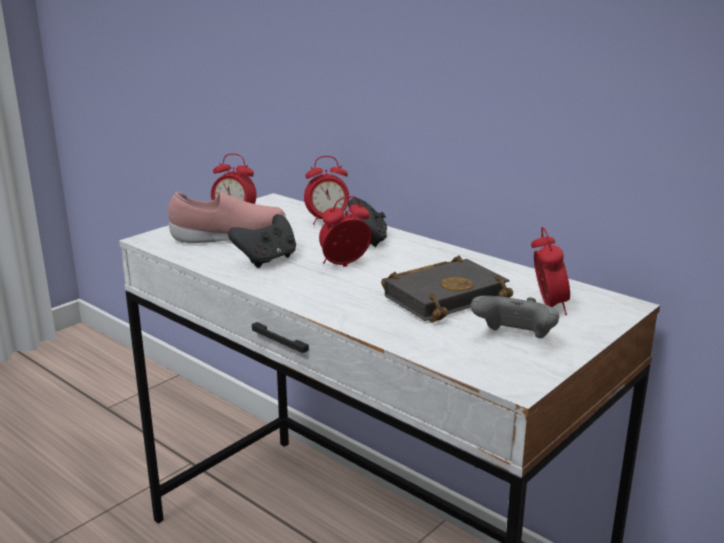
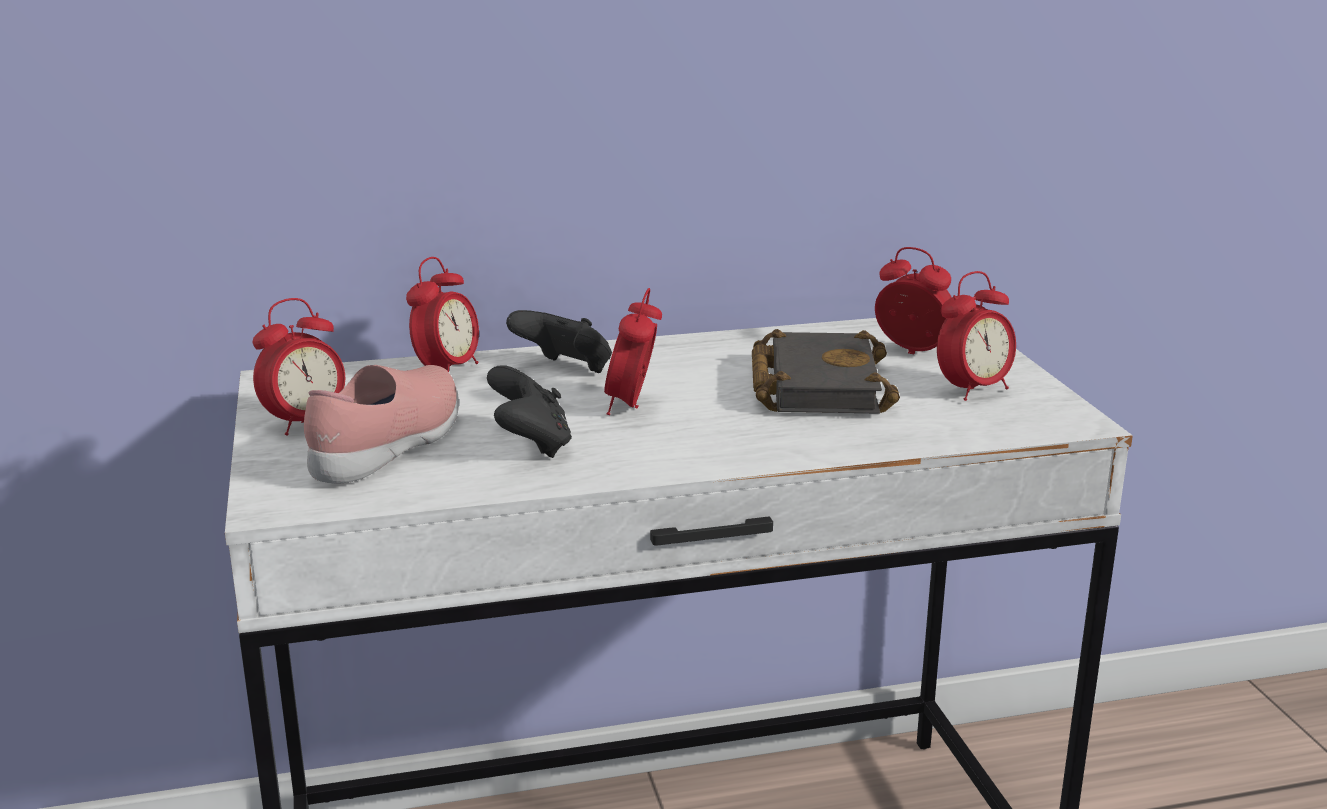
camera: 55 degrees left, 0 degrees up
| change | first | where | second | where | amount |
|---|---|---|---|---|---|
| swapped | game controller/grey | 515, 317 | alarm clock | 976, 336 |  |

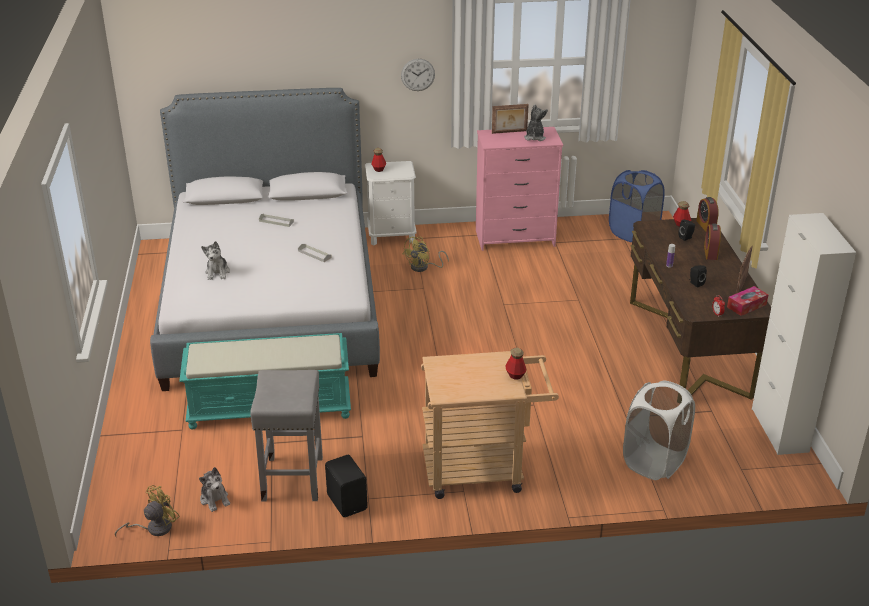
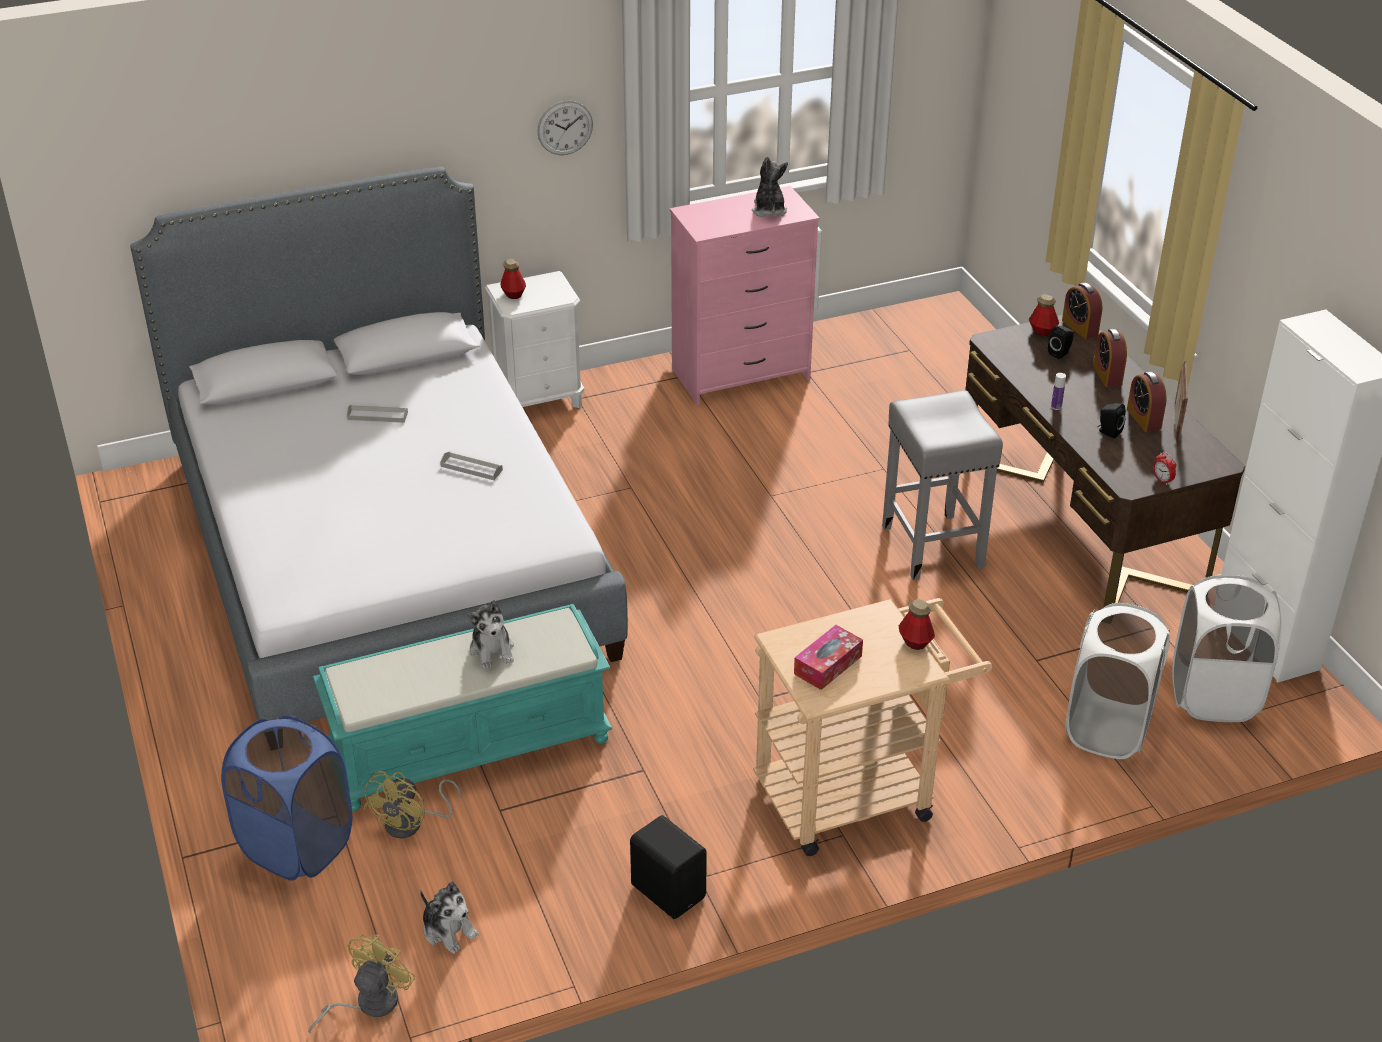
camera: 15 degrees left, 5 degrees up
| change | first | where | second | where | amount |
|---|---|---|---|---|---|
| shifted | plush toy | 215, 260 |  | 491, 634 |  |
| shifted | stool/grey | 286, 436 |  | 942, 485 |  |
| shifted | fan/yellow | 425, 254 |  | 412, 804 |  |
| gone | picture frame | 510, 119 |  |  |  |
| shifted | laundry basket/blue | 637, 206 |  | 286, 798 |  |
| shifted | tissue box | 748, 301 |  | 828, 657 |  |
| new |  |  | alarm clock | 1147, 401 |  |
| new |  |  | laundry basket/white | 1227, 648 |  |

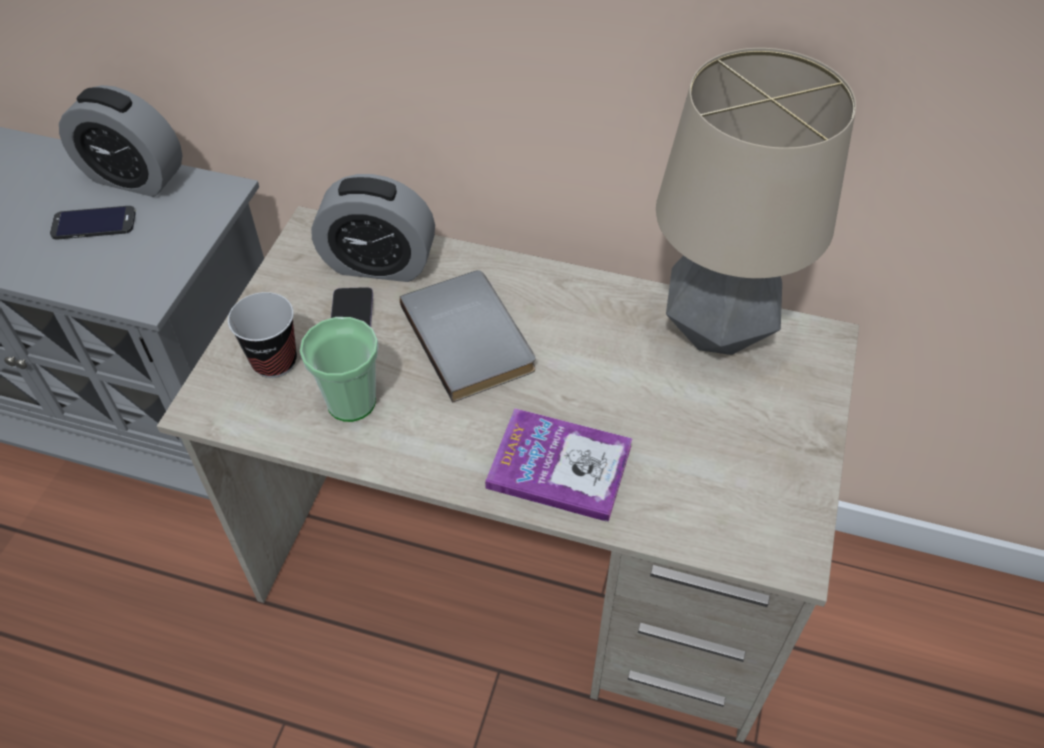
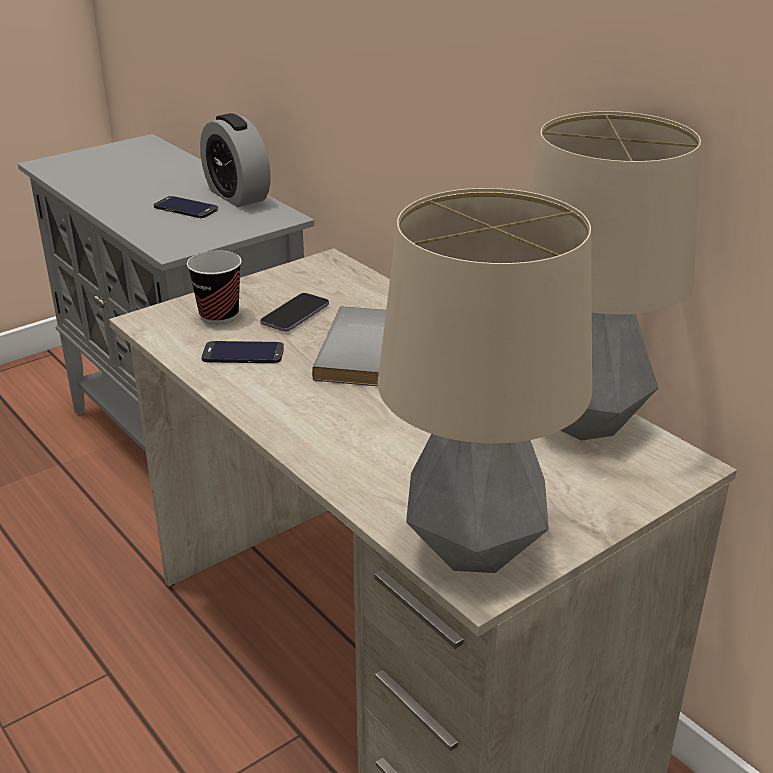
camera: 35 degrees right, 20 degrees down
| change | first | where | second | where | amount |
|---|---|---|---|---|---|
| swapped | cup | 339, 369 | phone | 242, 352 |  |
| gone | alarm clock | 373, 228 |  |  |  |
| gone | book | 559, 465 |  |  |  |
| new |  |  | table lamp | 485, 380 |  |

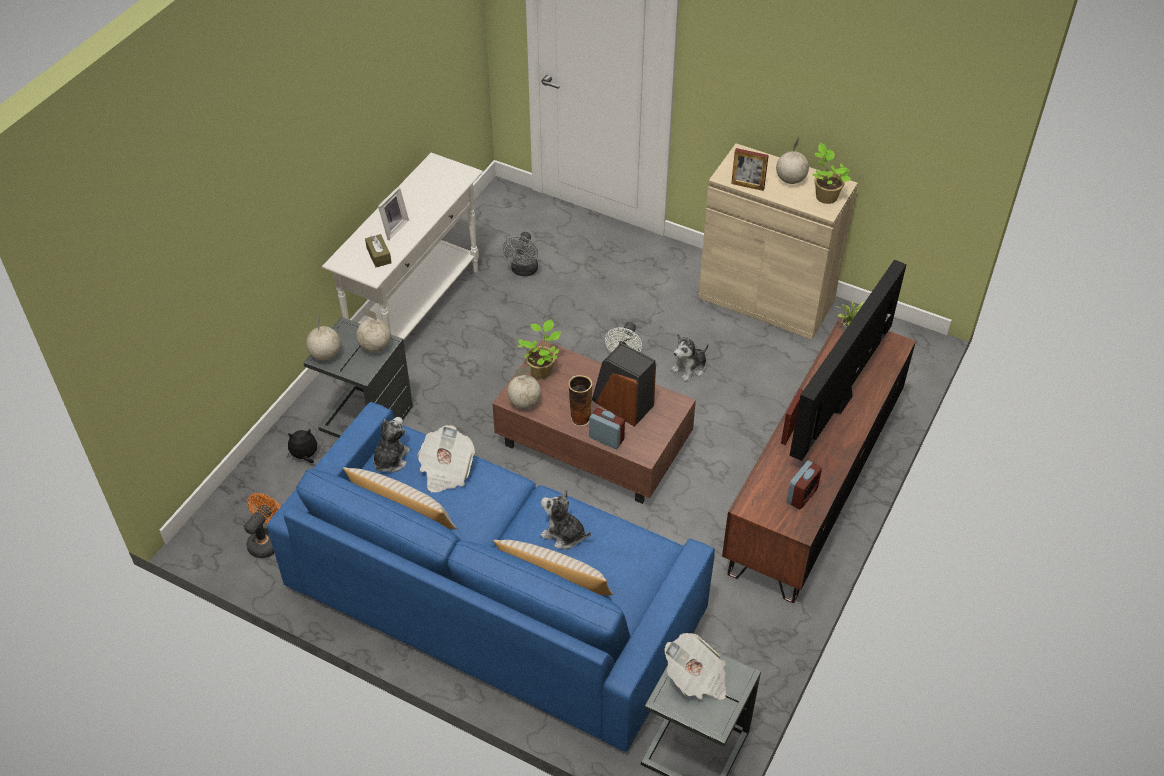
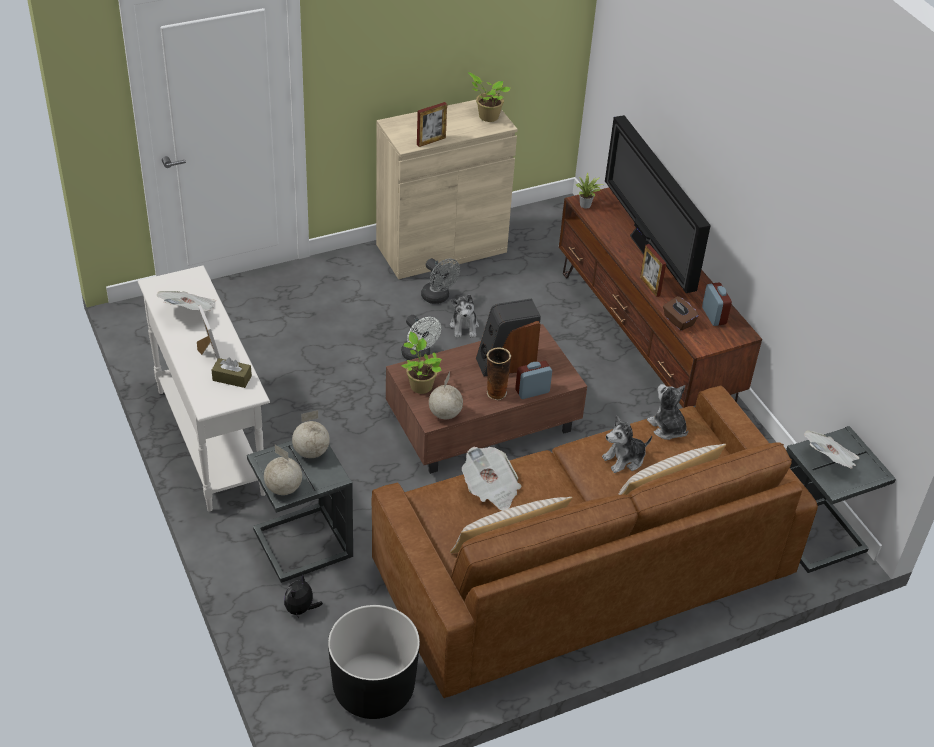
camera: 55 degrees left, 5 degrees down
| change | first | where | second | where | amount |
|---|---|---|---|---|---|
| swapped | fan/orange | 262, 525 | planter/black | 374, 662 |  |
| repainted | sofa/blue | 491, 577 | sofa/brown | 595, 542 |  |
| shifted | plush toy | 391, 444 |  | 667, 412 |  |
| shifted | fan/grey | 520, 254 |  | 440, 281 |  |
| gone | globe | 792, 160 |  |  |  |
| new |  |  | newspaper | 186, 301 |  |
| new |  |  | tissue box/brown | 681, 313 |  |

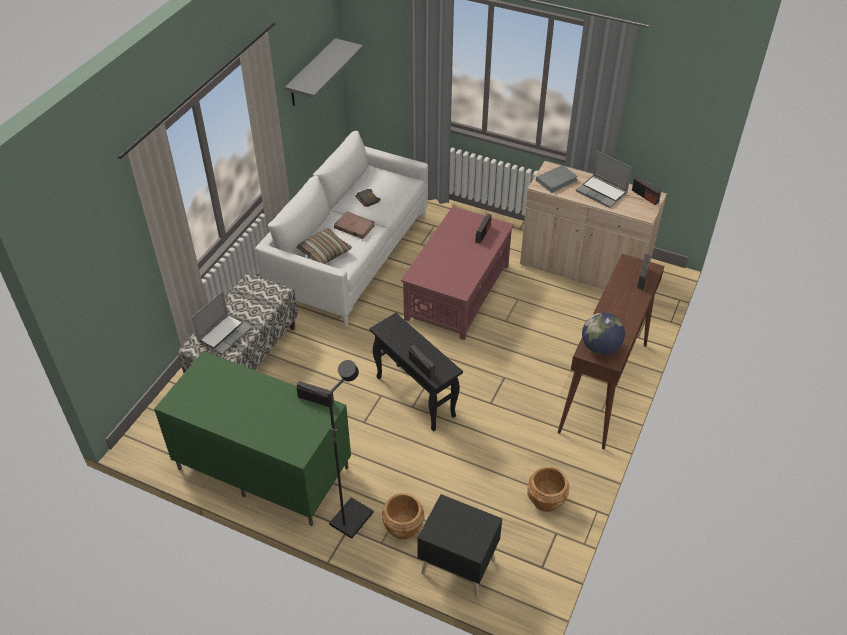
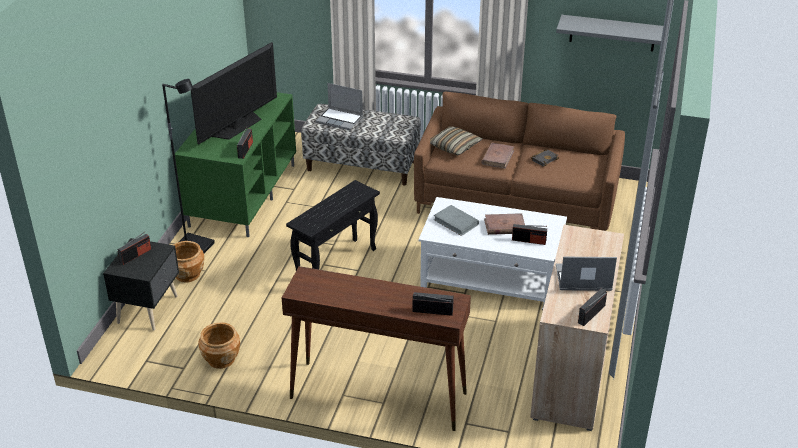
camera: 80 degrees right, 10 degrees down
| change | first | where | second | where | amount |
|---|---|---|---|---|---|
| repainted | sofa/white | 341, 228 | sofa/brown | 519, 161 |  |
| repainted | coffee table/red | 457, 273 | coffee table/white | 493, 252 |  |
| shifted | radio | 422, 362 |  | 134, 248 |  |
| shifted | book/grey | 557, 179 |  | 456, 220 |  |
| rotated | laptop | 604, 179 |  | 586, 274 | 60 degrees clockwise |
| gone | globe | 603, 334 |  |  |  |
| new |  |  | television | 234, 93 |  |
| new |  |  | book/brown | 504, 224 |  |

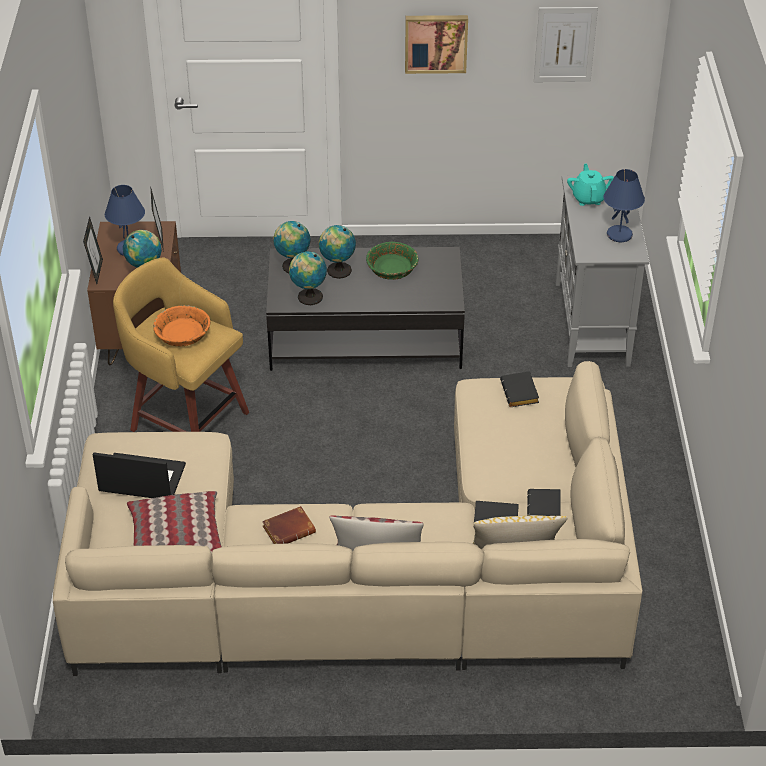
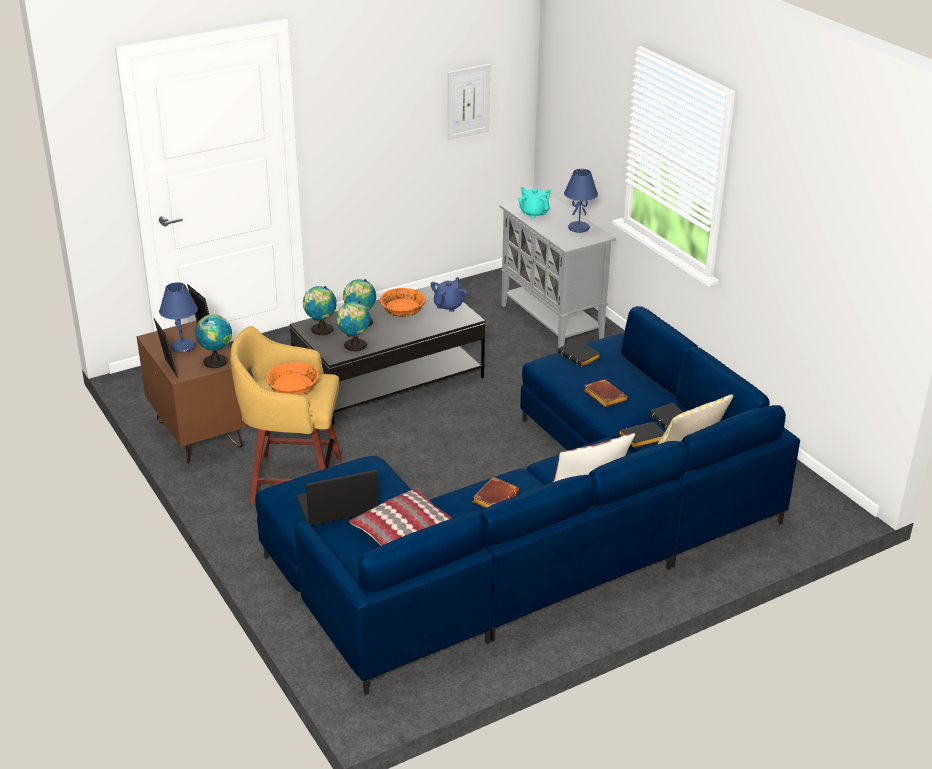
camera: 30 degrees left, 10 degrees down
| change | first | where | second | where | amount |
|---|---|---|---|---|---|
| repainted | sofa/beige | 347, 518 | sofa/blue | 527, 500 |  |
| repainted | bowl/green | 392, 260 | bowl/orange | 403, 302 |  |
| gone | picture | 436, 44 |  |  |  |
| new |  |  | teapot/blue | 449, 294 |  |
| new |  |  | book/brown | 605, 393 |  |

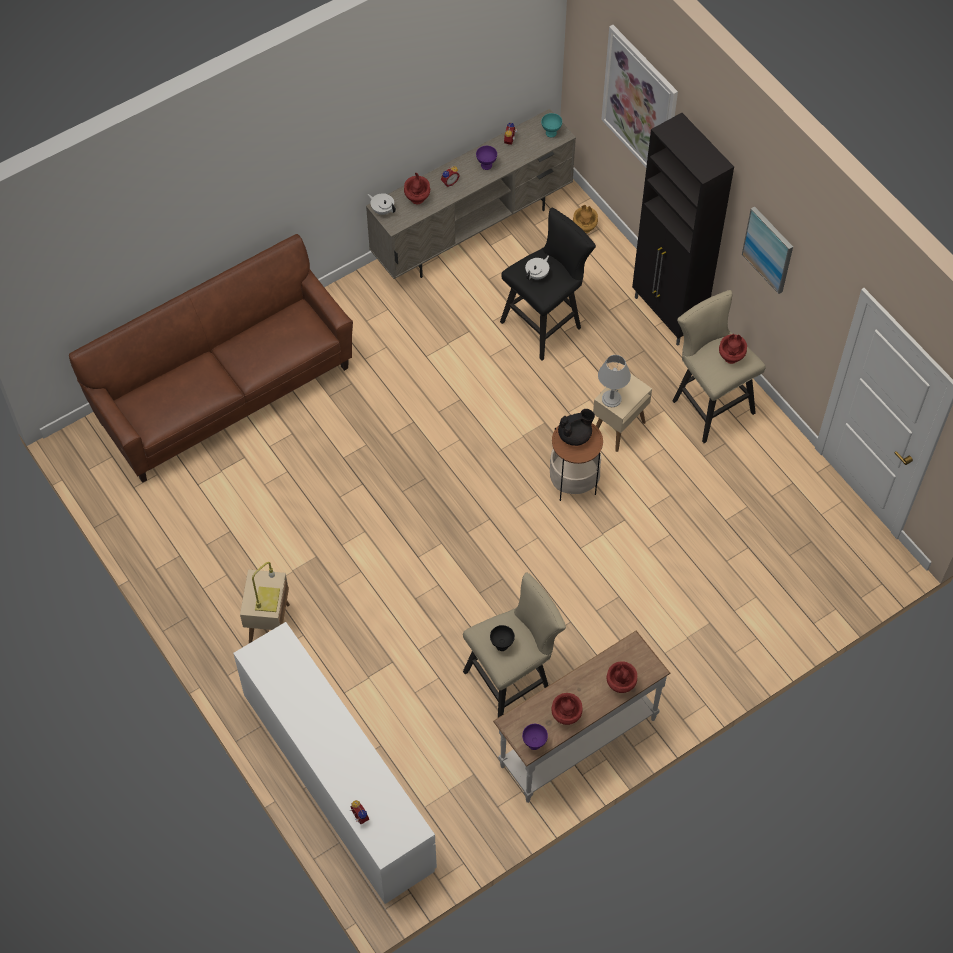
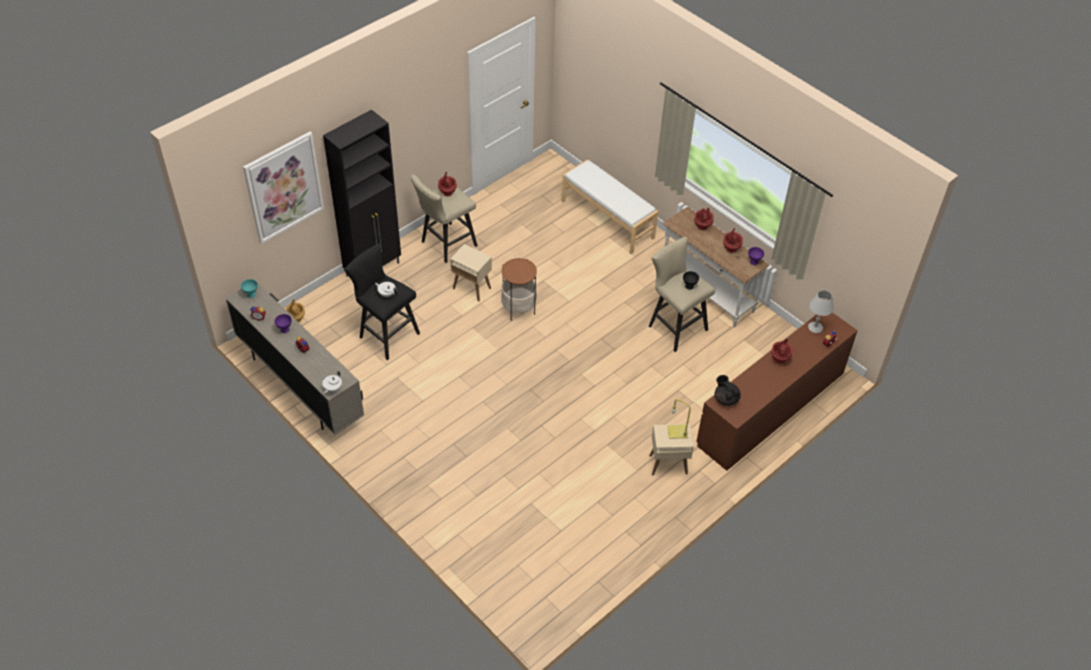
camera: 100 degrees left, 10 degrees down
| change | first | where | second | where | amount |
|---|---|---|---|---|---|
| gone | sofa/brown | 211, 358 |  |  |  |
| repainted | dresser/white | 335, 763 | dresser/brown | 777, 392 |  |
| shifted | vase/red | 417, 188 |  | 782, 351 |  |
| shifted | teapot/black | 576, 427 |  | 728, 390 |  |
| shifted | table lamp/grey | 614, 381 |  | 821, 311 |  |
| gone | picture | 767, 250 |  |  |  |
| new |  |  | bench/white | 610, 207 |  |

